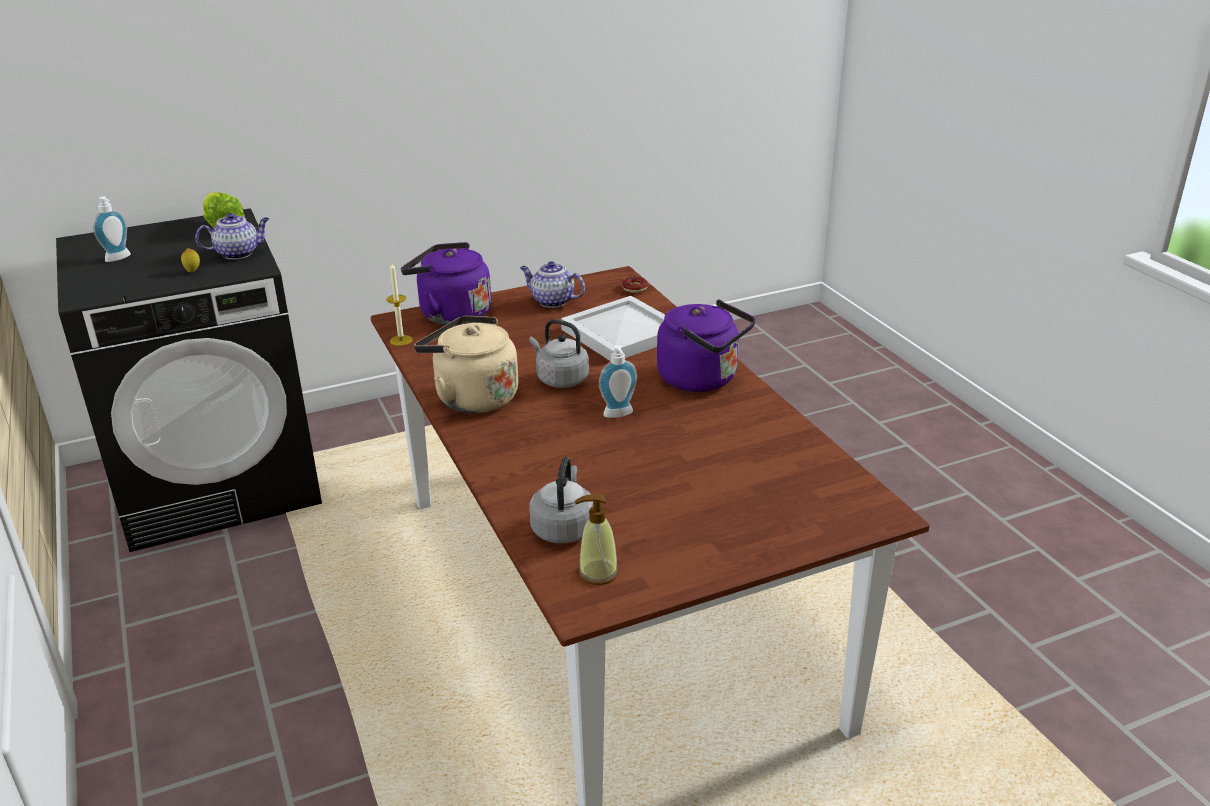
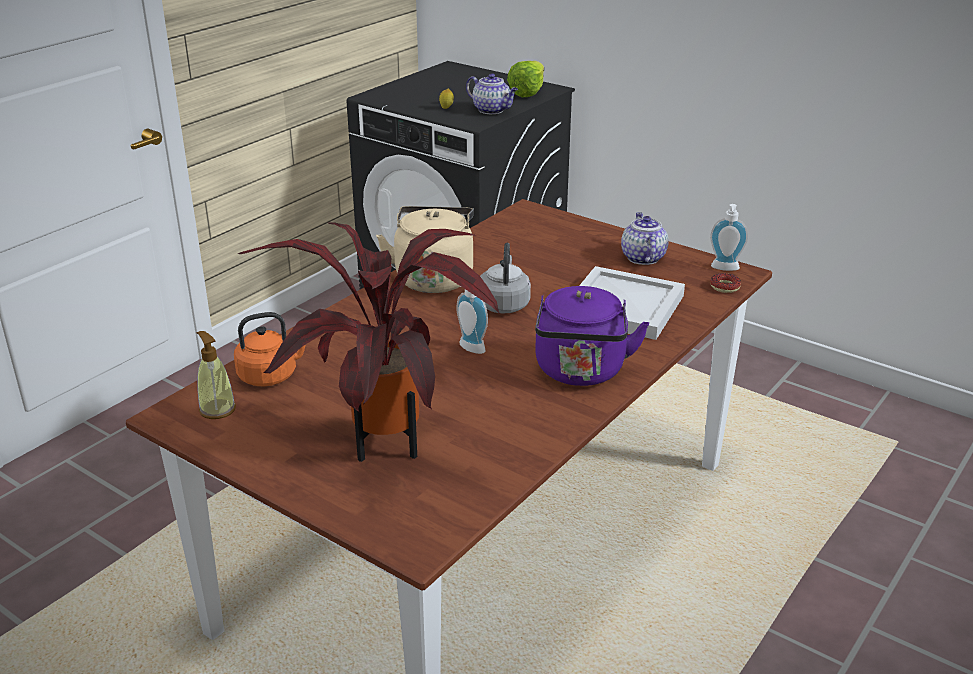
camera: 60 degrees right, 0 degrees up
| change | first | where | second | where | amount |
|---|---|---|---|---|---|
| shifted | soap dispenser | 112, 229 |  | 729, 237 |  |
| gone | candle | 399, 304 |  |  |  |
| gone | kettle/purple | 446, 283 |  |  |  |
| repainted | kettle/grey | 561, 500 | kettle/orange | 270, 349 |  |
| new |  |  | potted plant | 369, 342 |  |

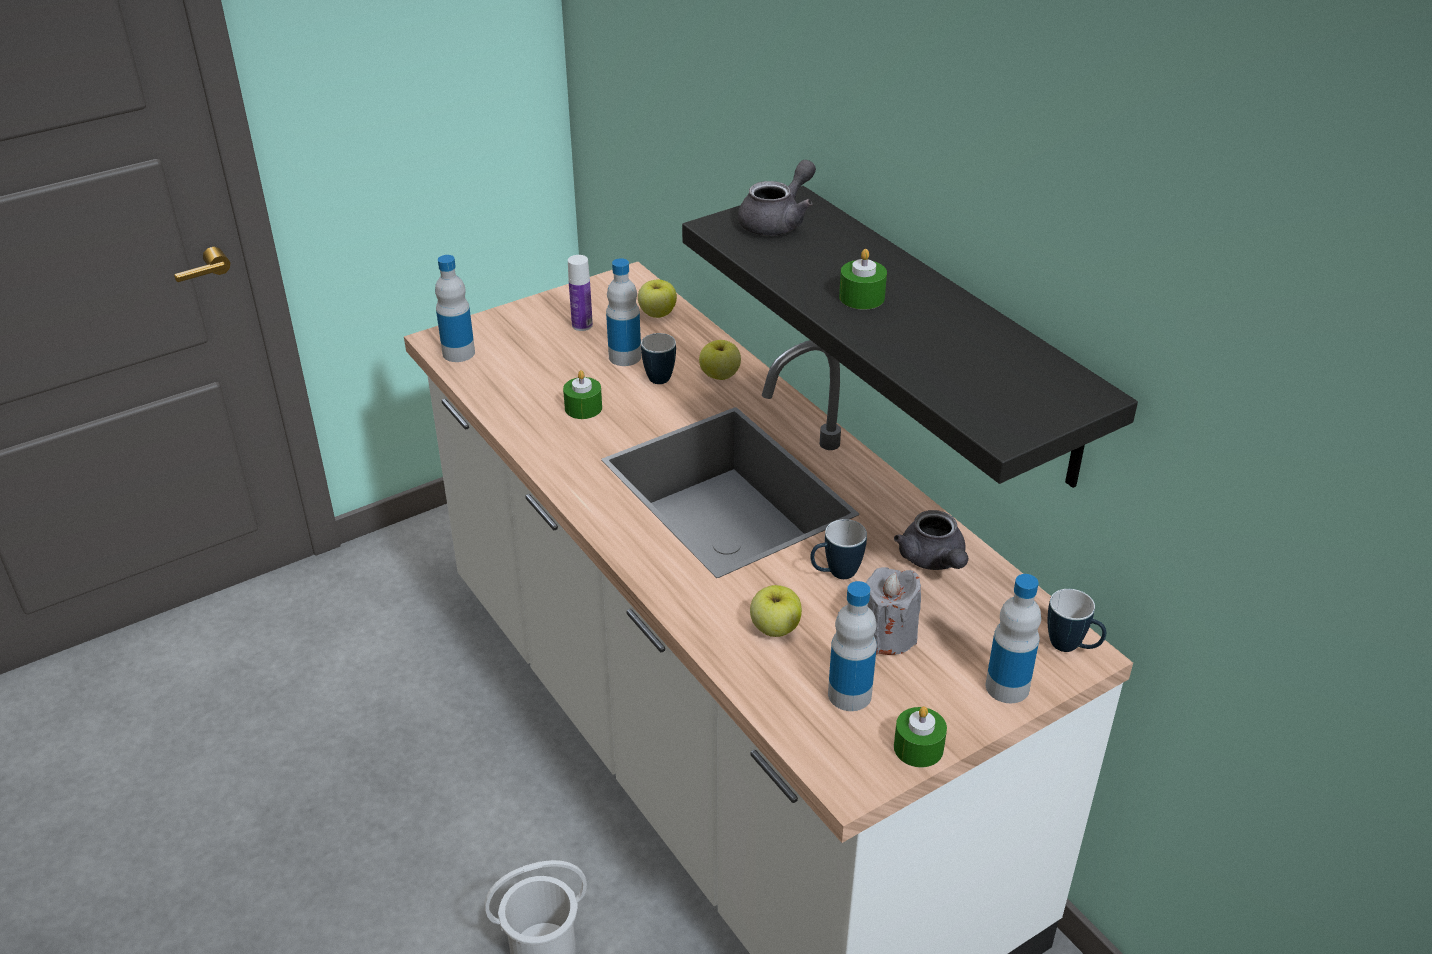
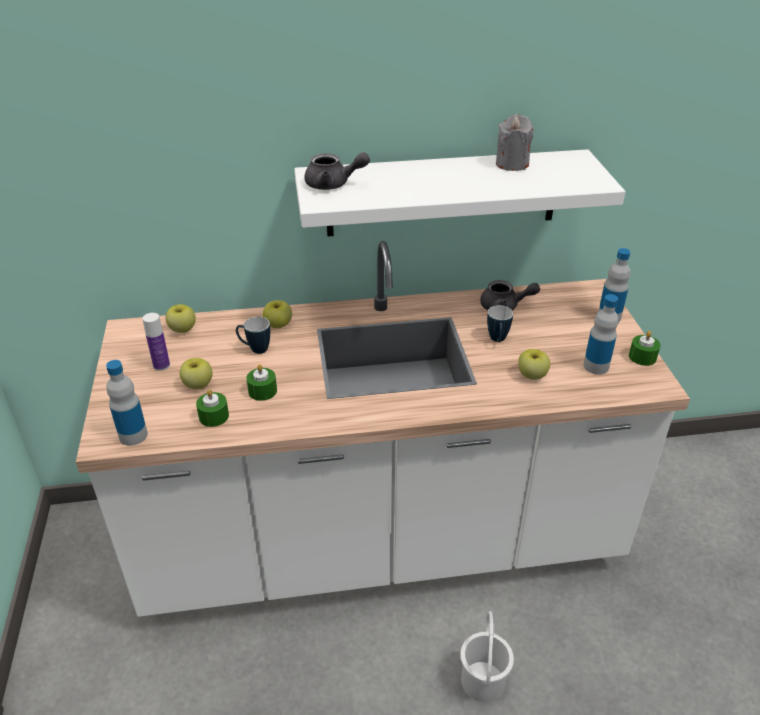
camera: 65 degrees left, 0 degrees up
| change | first | where | second | where | amount |
|---|---|---|---|---|---|
| gone | bottle | 623, 312 |  |  |  |
| repainted | shelf/black | 910, 337 | shelf/white | 460, 193 |  |
| rotated | teapot/grey | 777, 198 |  | 337, 171 | 120 degrees clockwise |
| shifted | candle/green | 863, 279 |  | 212, 408 |  |
| shifted | candle/grey | 893, 611 |  | 515, 142 |  |
| gone | mug | 1077, 620 |  |  |  |
| new |  |  | apple | 196, 373 |  |

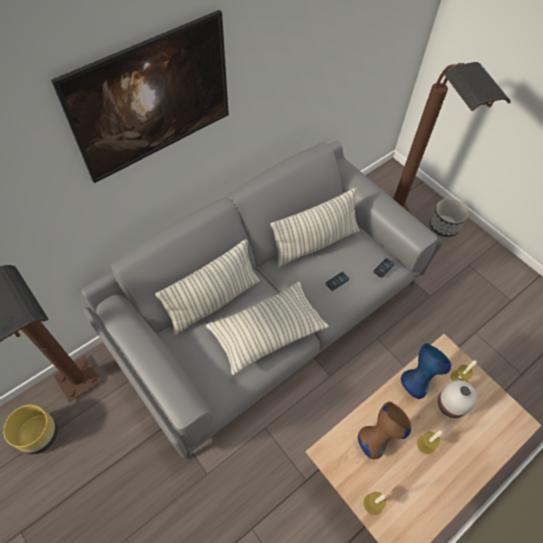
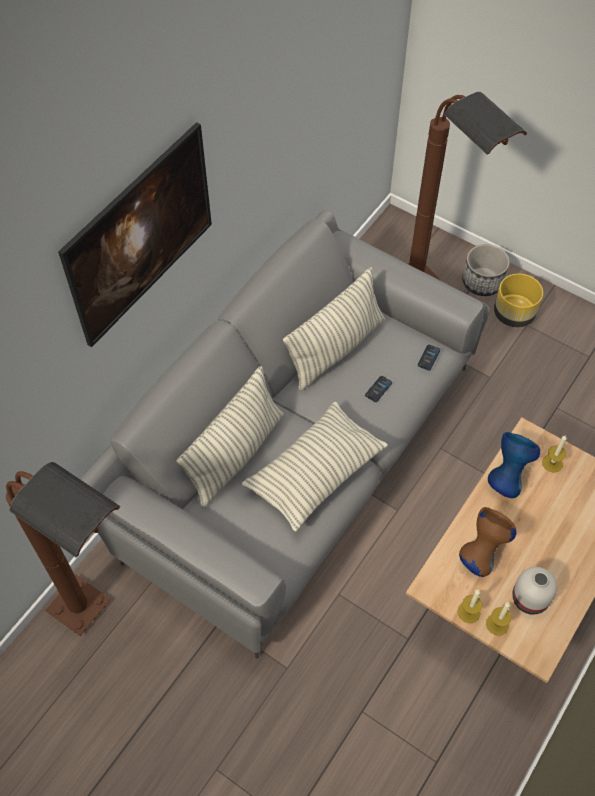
camera: 15 degrees left, 0 degrees up
| change | first | where | second | where | amount |
|---|---|---|---|---|---|
| shifted | planter/yellow | 30, 430 |  | 518, 300 |  |
| shifted | candle | 429, 442 |  | 470, 606 |  |
| shifted | vase/white | 457, 399 |  | 534, 591 |  |

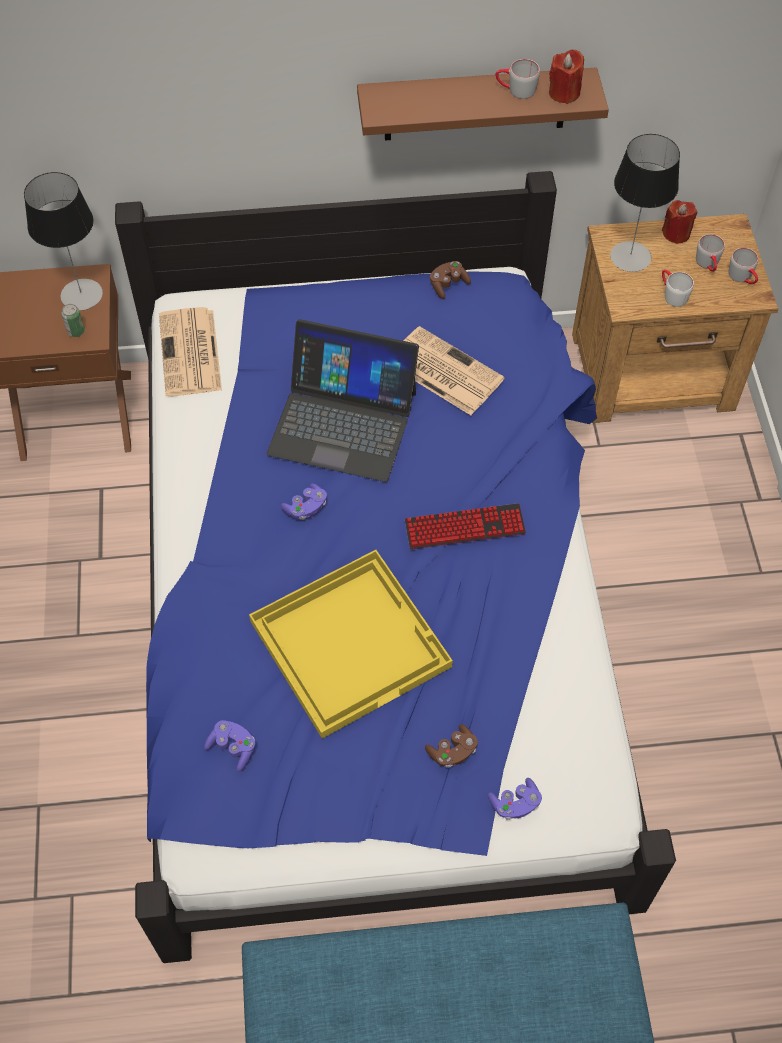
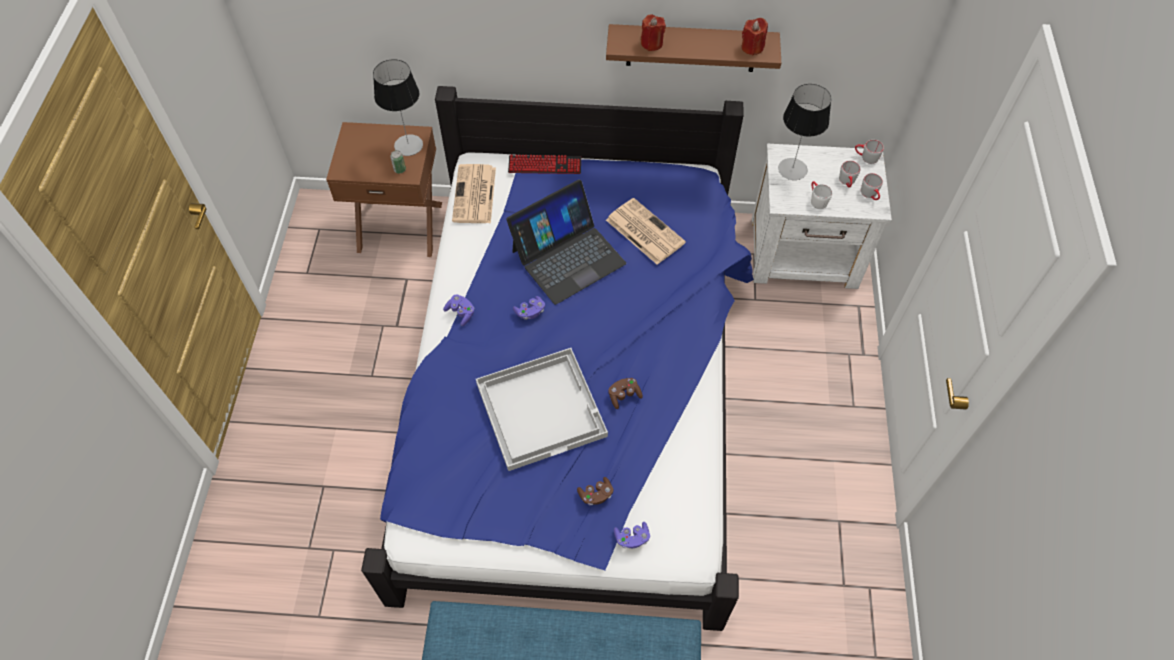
camera: 10 degrees right, 0 degrees up
| change | first | where | second | where | amount |
|---|---|---|---|---|---|
| shifted | game controller/purple | 229, 745 |  | 458, 310 |  |
| repainted | tray/yellow | 351, 644 | tray/white | 542, 409 |  |
| rotated | laptop | 343, 400 |  | 566, 242 | 60 degrees counterclockwise |
| shifted | keyboard | 465, 526 |  | 544, 164 |  |
| shifted | game controller/brown | 450, 280 |  | 625, 393 |  |
| shifted | mug/grey | 518, 79 |  | 869, 152 |  |
| repainted | nightstand/brown | 675, 318 | nightstand/white | 822, 216 |  |
| shifted | candle/red | 679, 222 |  | 653, 32 |  |

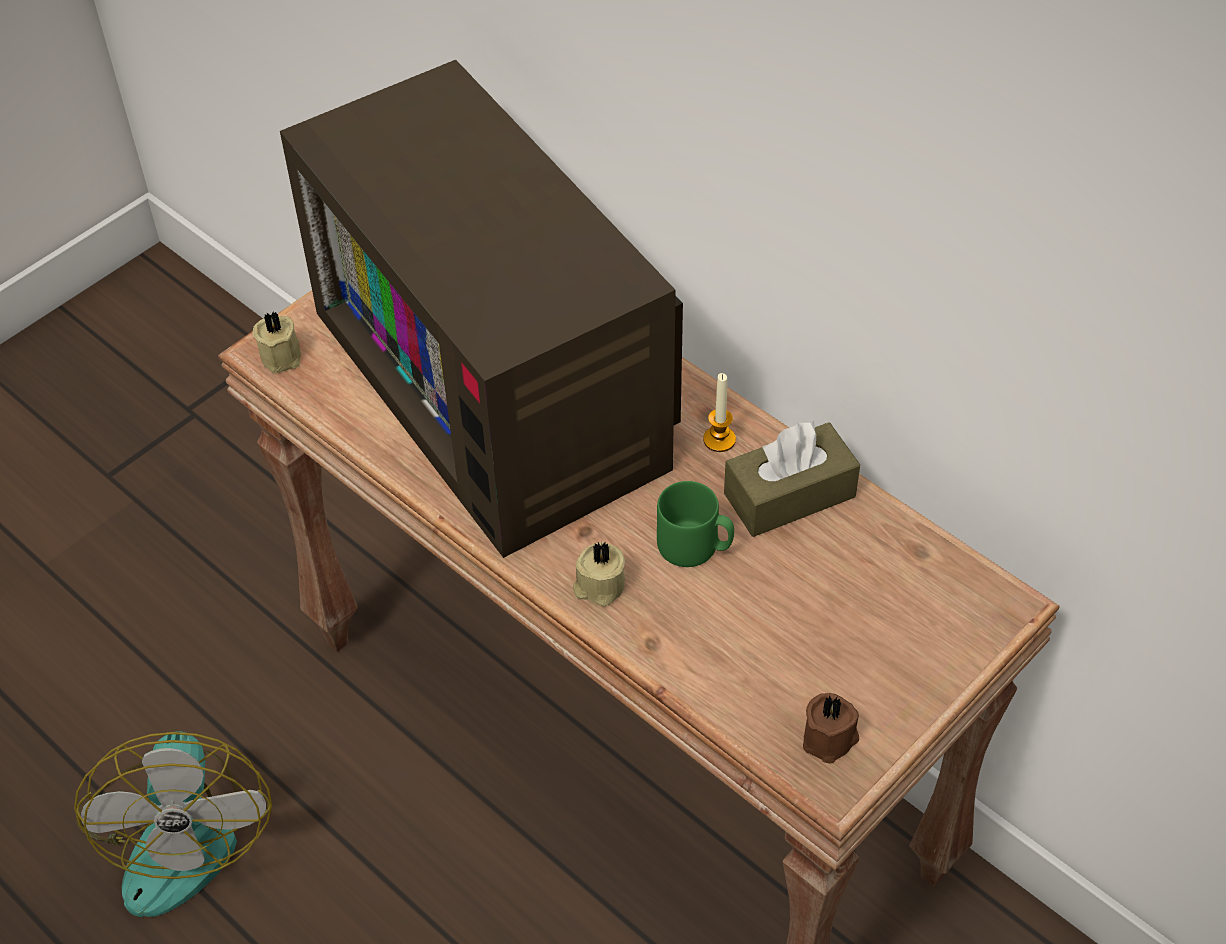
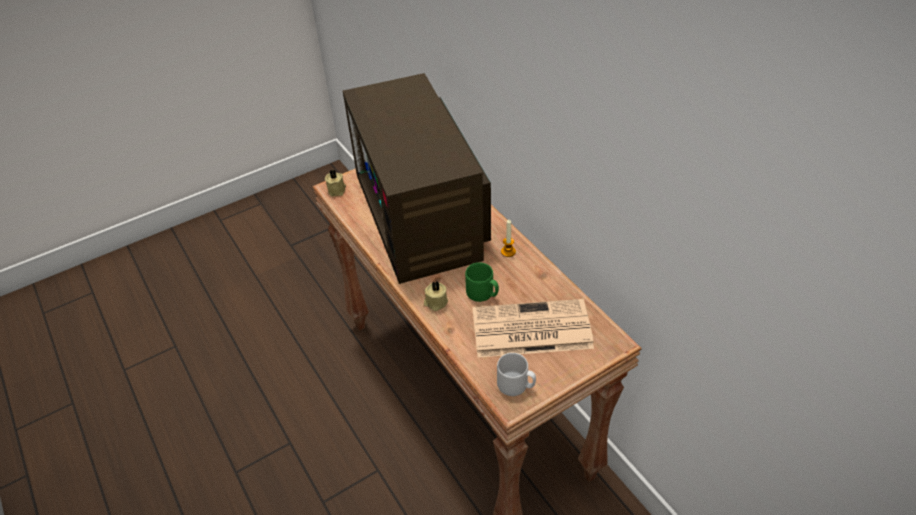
camera: 15 degrees right, 5 degrees down
| change | first | where | second | where | amount |
|---|---|---|---|---|---|
| gone | fan | 173, 824 |  |  |  |
| gone | tissue box/brown | 792, 479 |  |  |  |
| swapped | candle/brown | 831, 728 | mug/grey | 516, 374 |  |
| new |  |  | newspaper | 533, 328 |  |

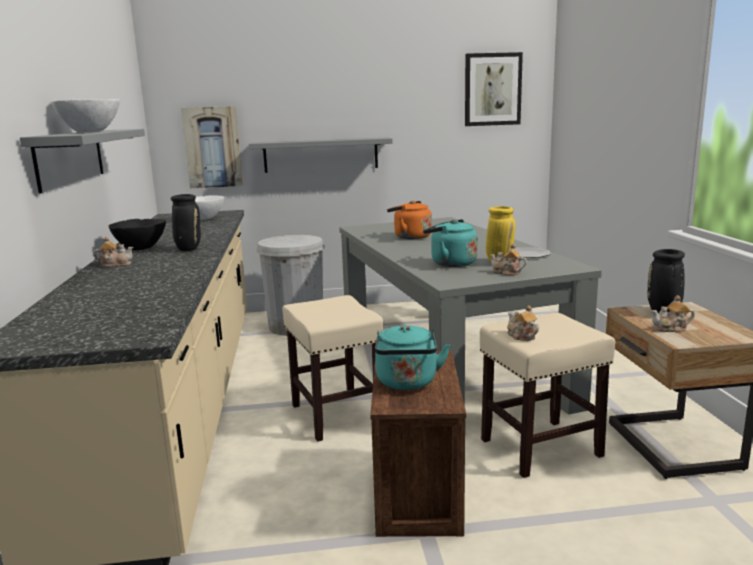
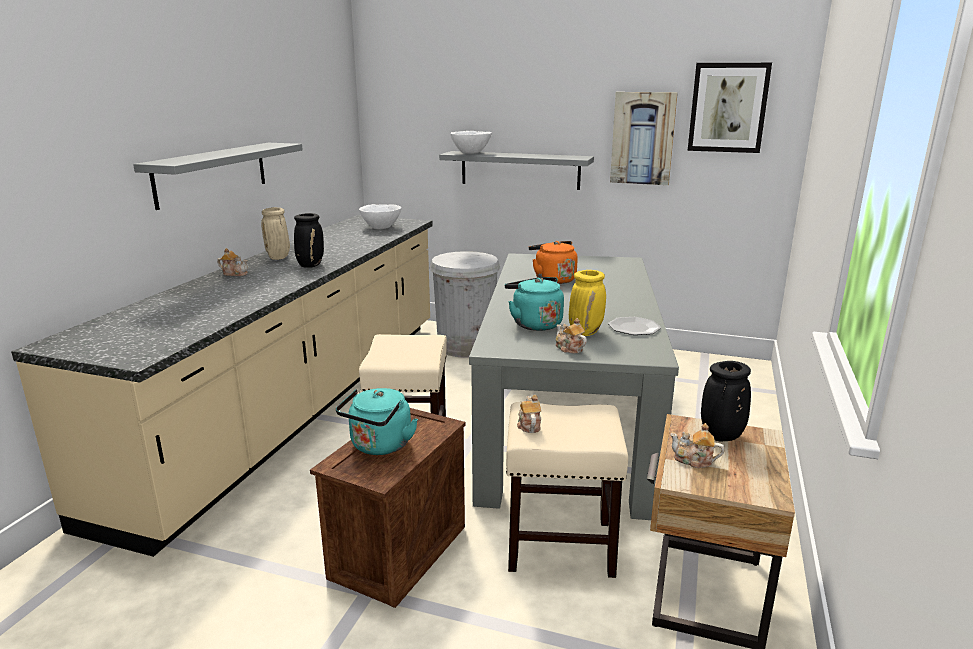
camera: 25 degrees right, 5 degrees up
| change | first | where | second | where | amount |
|---|---|---|---|---|---|
| shifted | bowl/white | 86, 115 |  | 471, 142 |  |
| swapped | bowl/black | 137, 234 | vase/beige | 275, 233 |  |
| shifted | picture | 212, 147 |  | 644, 138 |  |

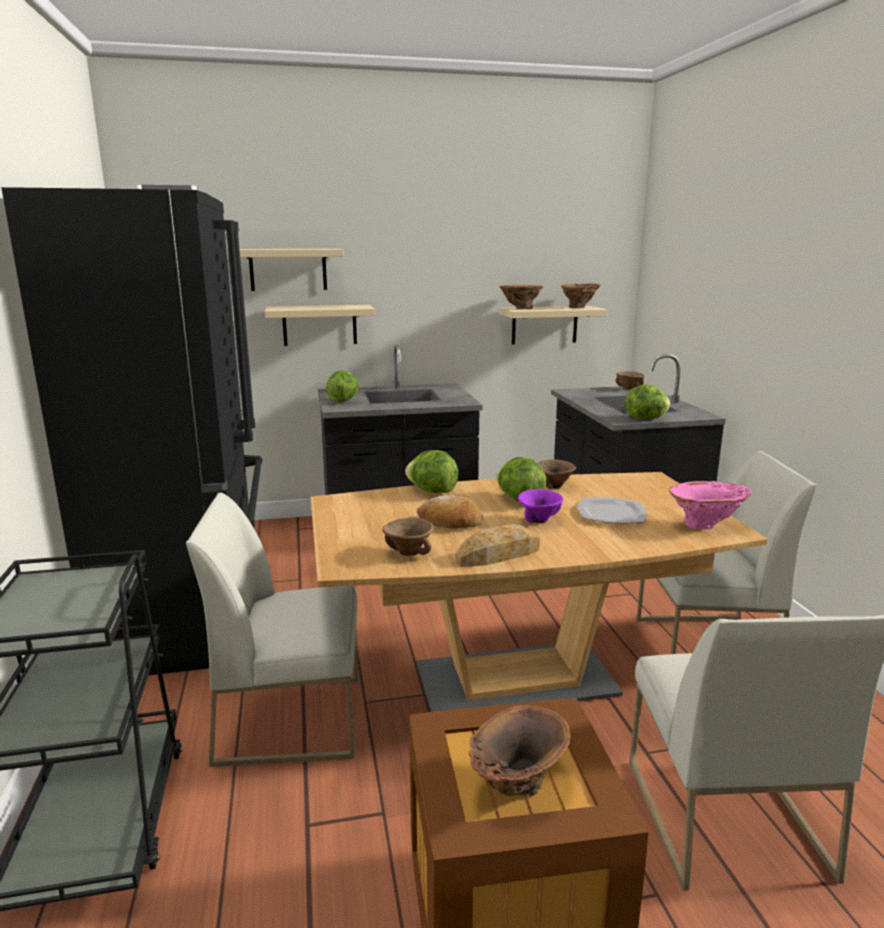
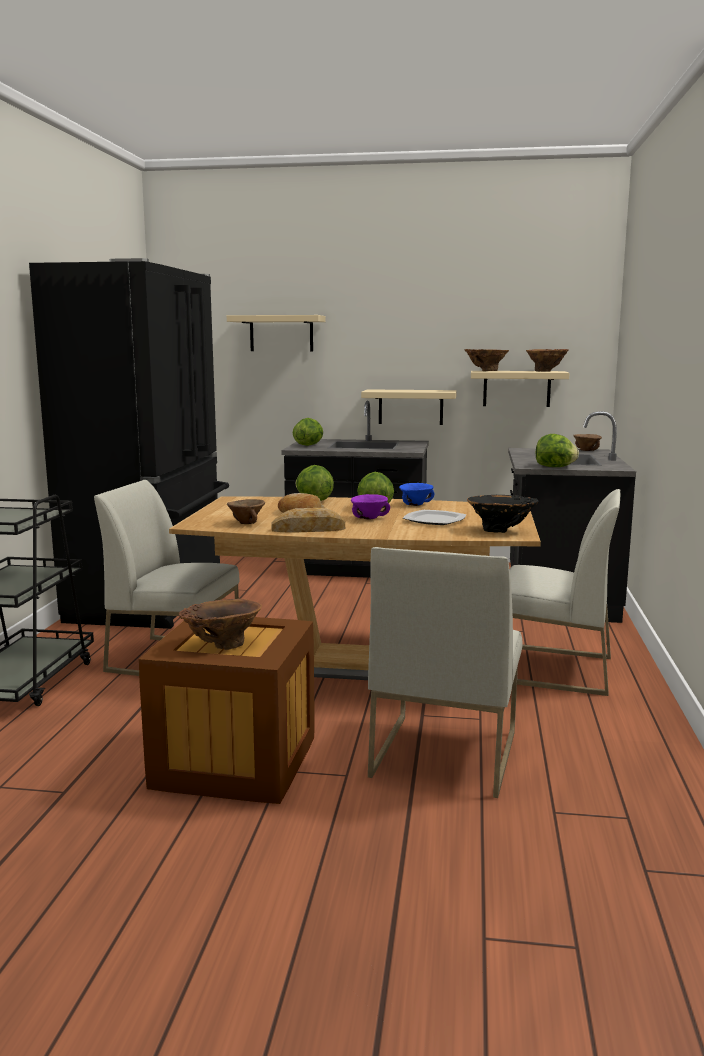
camera: 20 degrees right, 5 degrees down
| change | first | where | second | where | amount |
|---|---|---|---|---|---|
| shifted | shelf/beige | 320, 325 |  | 409, 407 |  |
| repainted | bowl/brown | 557, 474 | bowl/blue | 416, 494 |  |
| repainted | vase/pink | 710, 505 | vase/black | 502, 514 |  |

